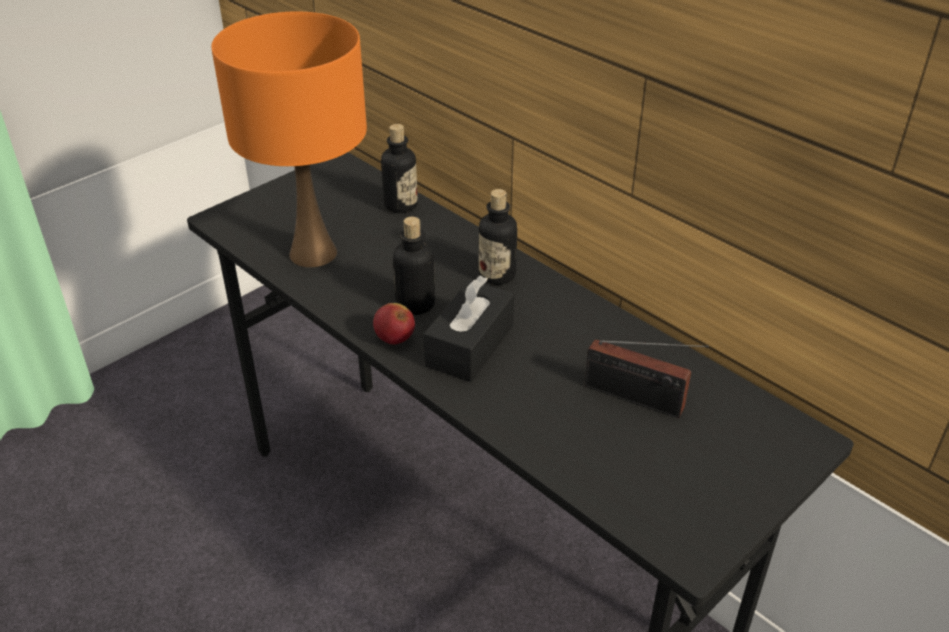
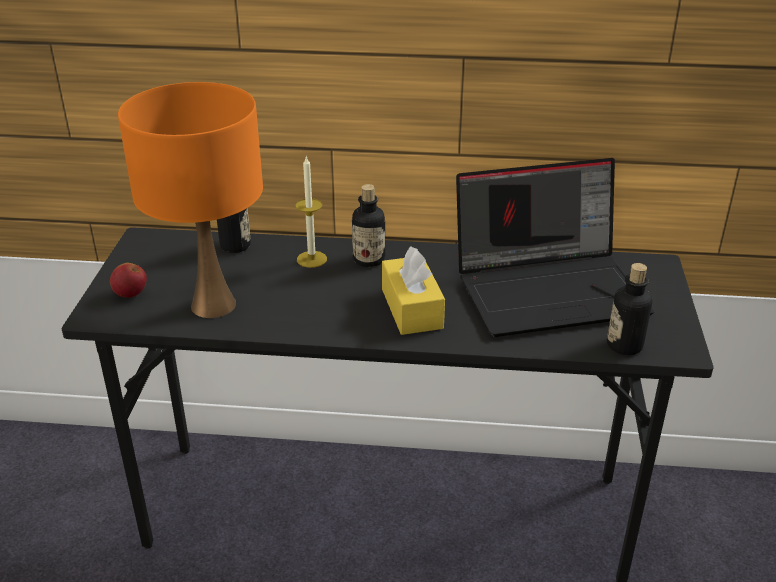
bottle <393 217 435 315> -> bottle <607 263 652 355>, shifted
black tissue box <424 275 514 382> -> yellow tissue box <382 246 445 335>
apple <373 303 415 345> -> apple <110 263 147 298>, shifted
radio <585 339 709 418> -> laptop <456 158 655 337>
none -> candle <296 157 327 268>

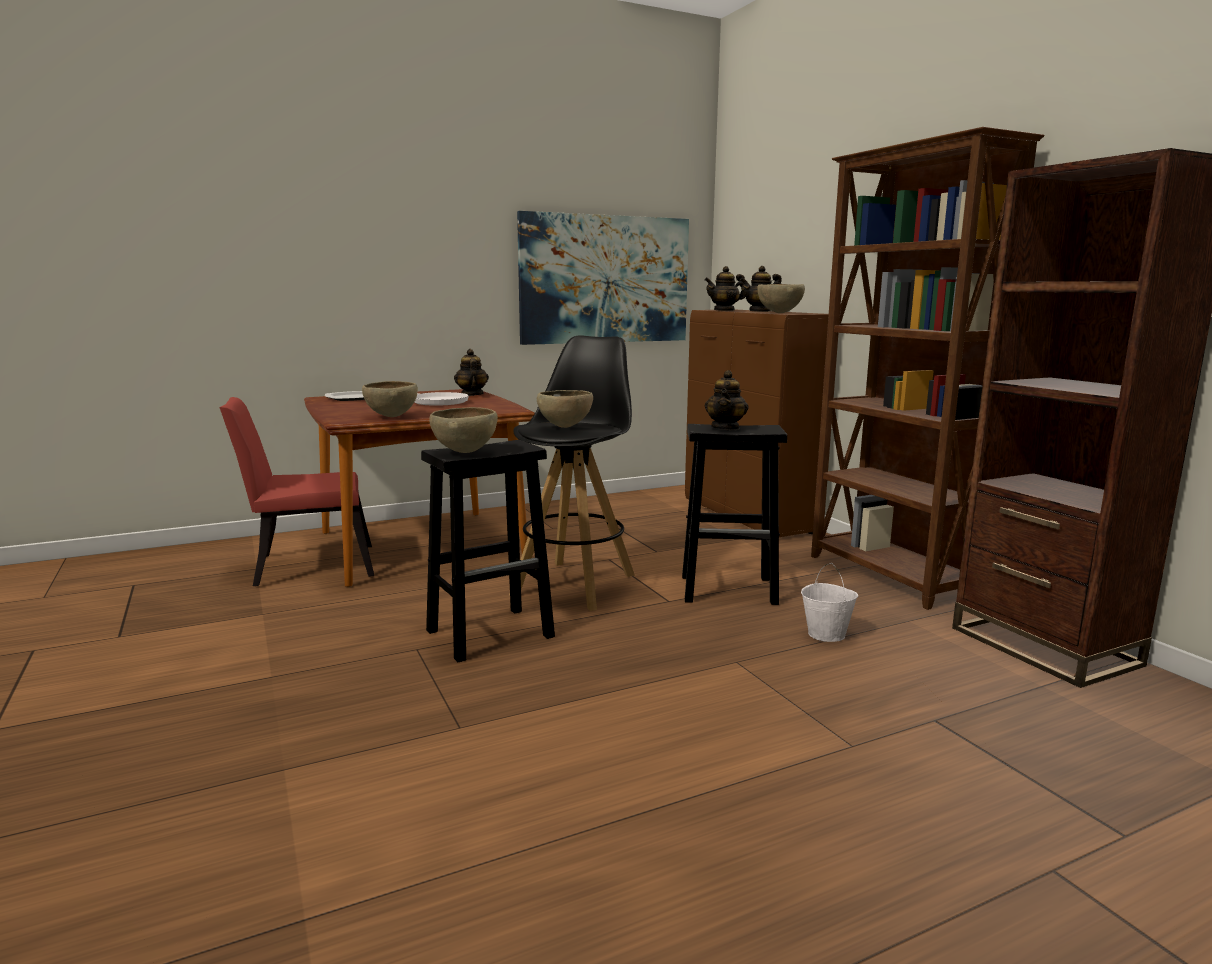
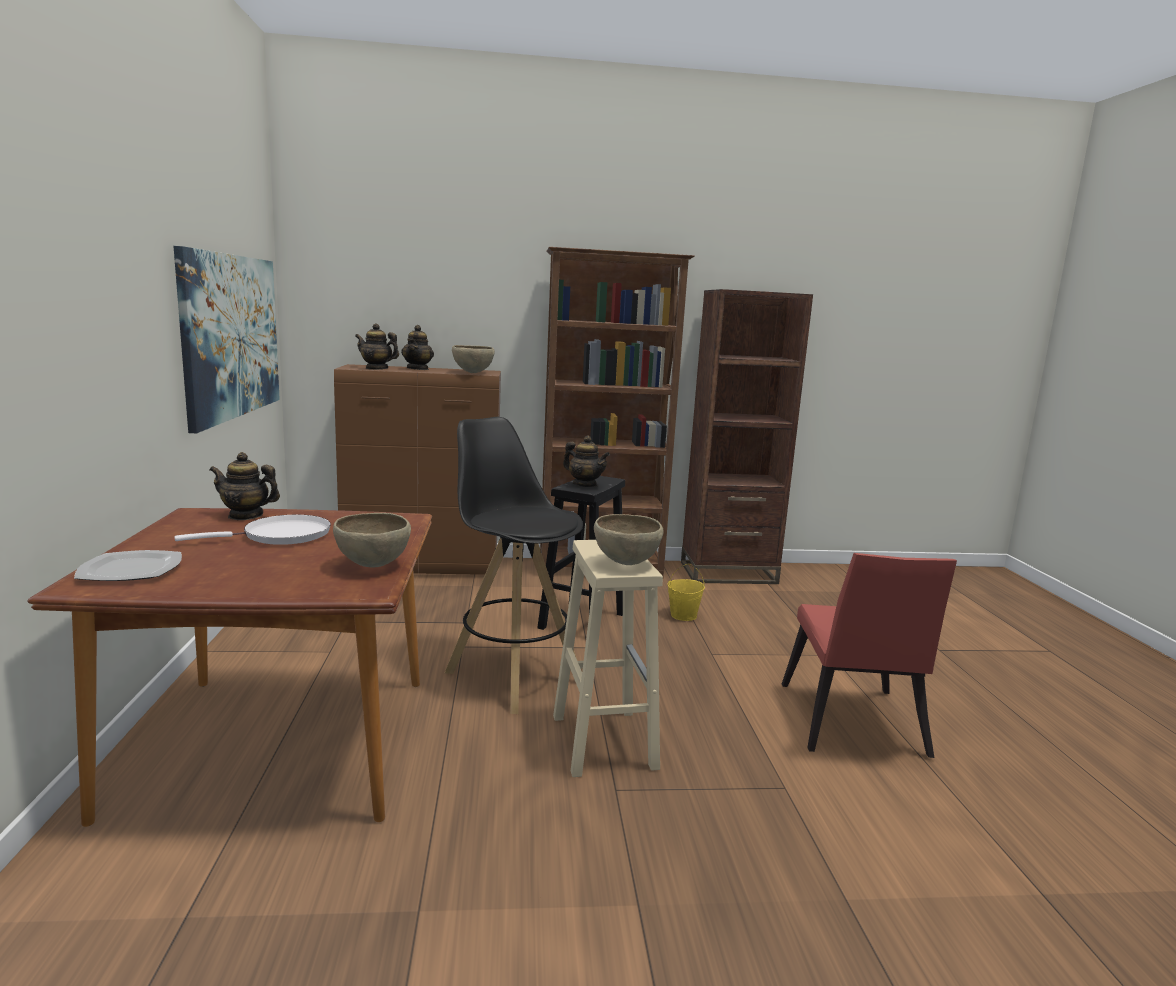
teapot <705 266 745 311> -> teapot <355 323 399 370>, 105 degrees clockwise
brown bowl <537 390 593 428> -> none
red chair <219 397 374 586> -> red chair <782 553 957 758>, shifted
black stool <421 440 555 662> -> beige stool <553 540 663 777>
white bucket <801 563 858 642> -> yellow bucket <668 564 705 621>

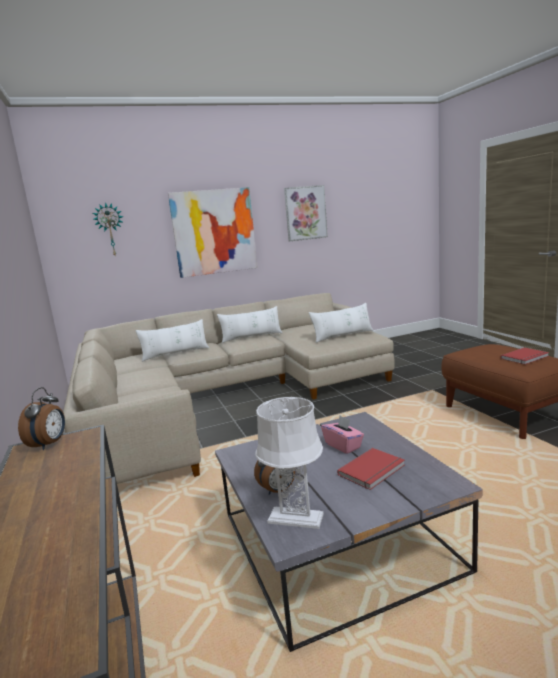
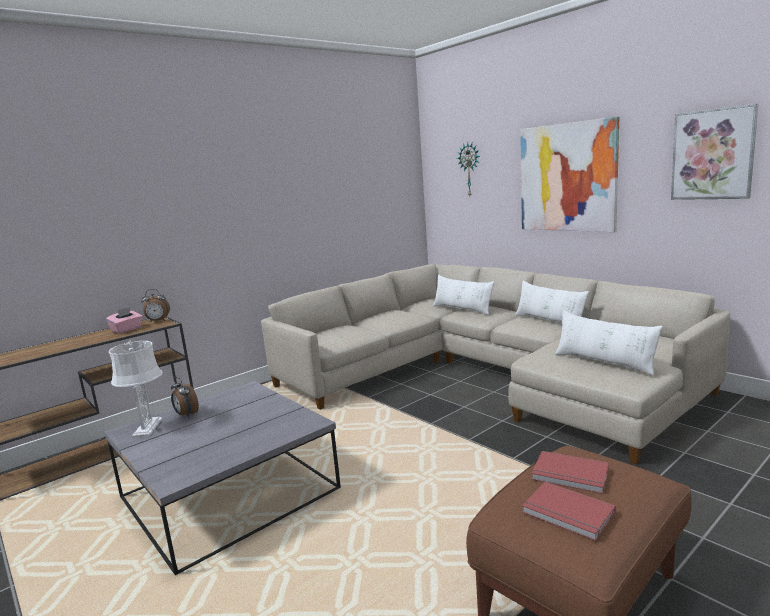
pink tissue box <321 416 364 454> -> pink tissue box <106 307 143 333>, shifted
red book <337 448 405 490> -> red book <531 451 609 494>, shifted

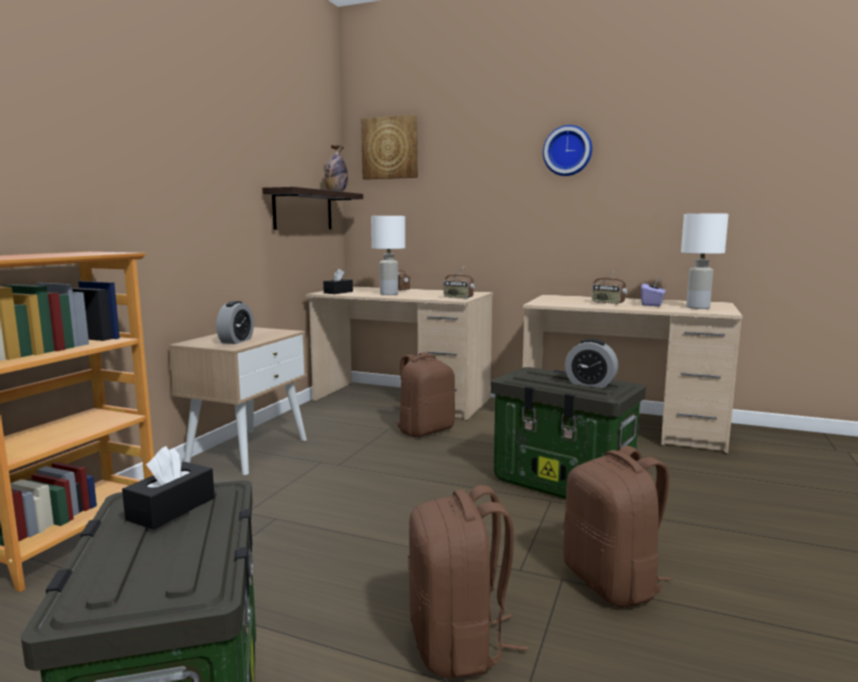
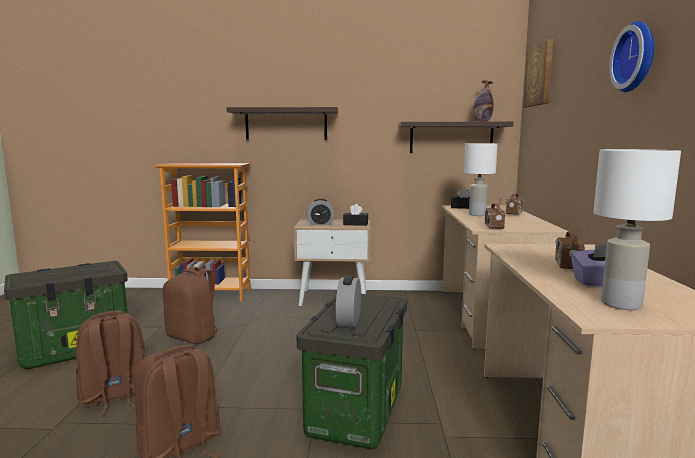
brown backpack <397 352 455 437> -> brown backpack <163 266 222 344>, shifted
black tissue box <122 446 215 530> -> black tissue box <343 204 368 226>, shifted
none -> shelf <227 107 338 140>

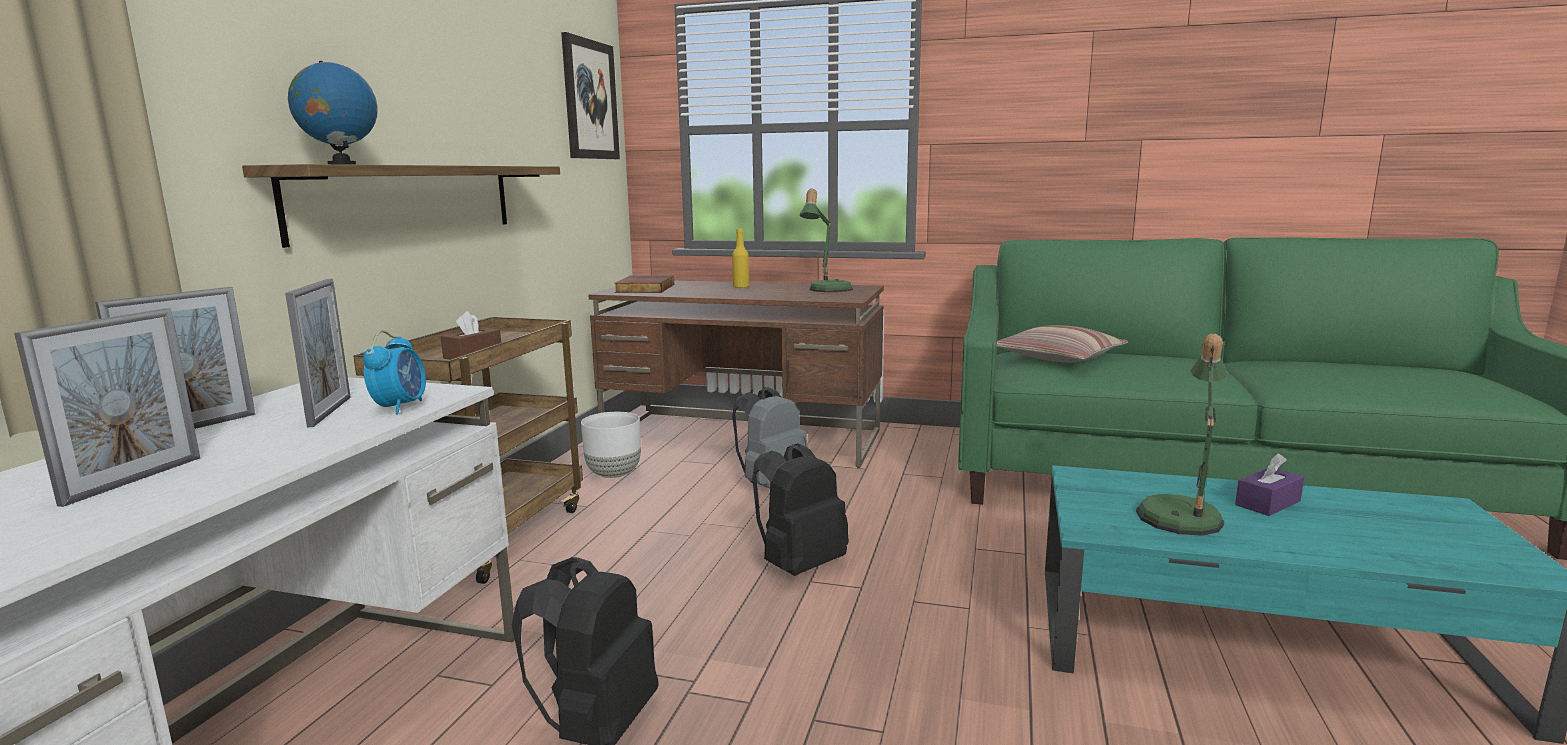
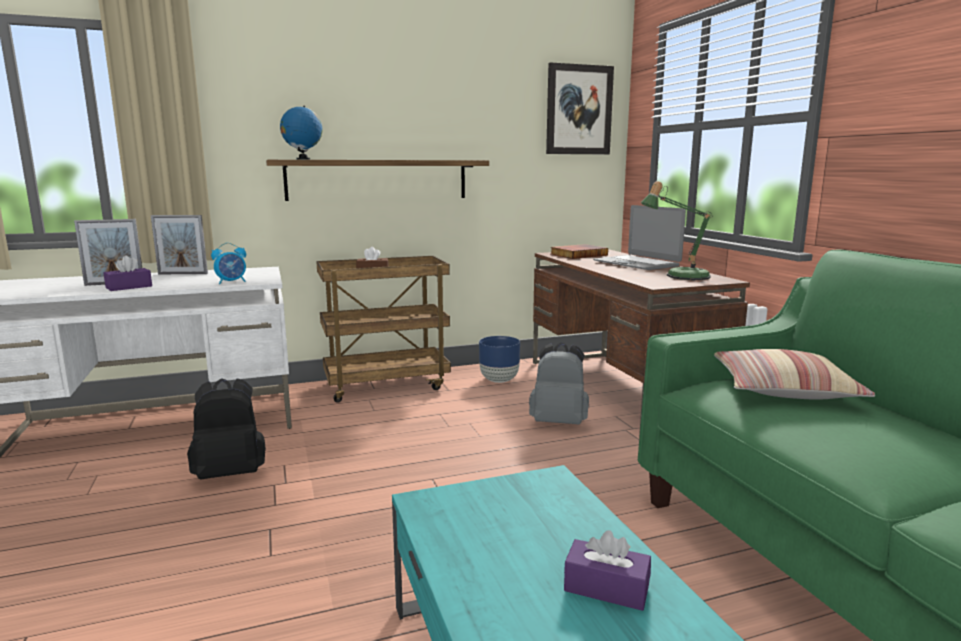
yellow bottle <732 228 749 288> -> laptop <593 205 686 270>
picture frame <285 279 351 427> -> none
table lamp <1136 334 1227 536> -> none
white planter <581 412 641 478> -> blue planter <479 336 520 383>
black backpack <752 443 849 576> -> none
none -> purple tissue box <103 255 152 291>

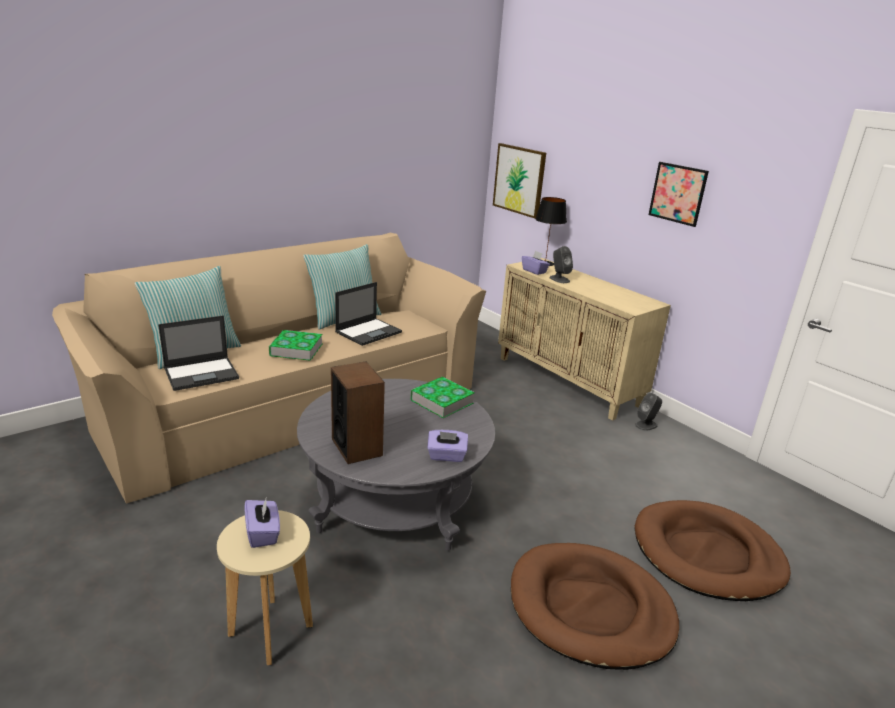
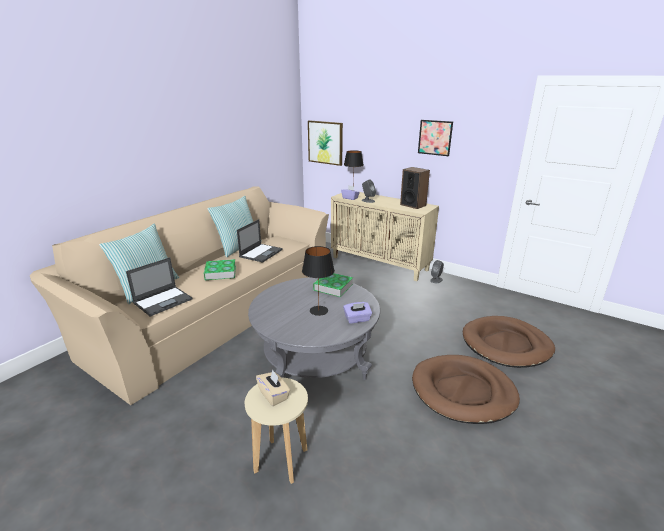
speaker <331 361 385 464> -> speaker <400 167 430 209>, shifted
purple tissue box <244 496 280 548> -> beige tissue box <256 370 290 406>
none -> black table lamp <302 246 335 316>

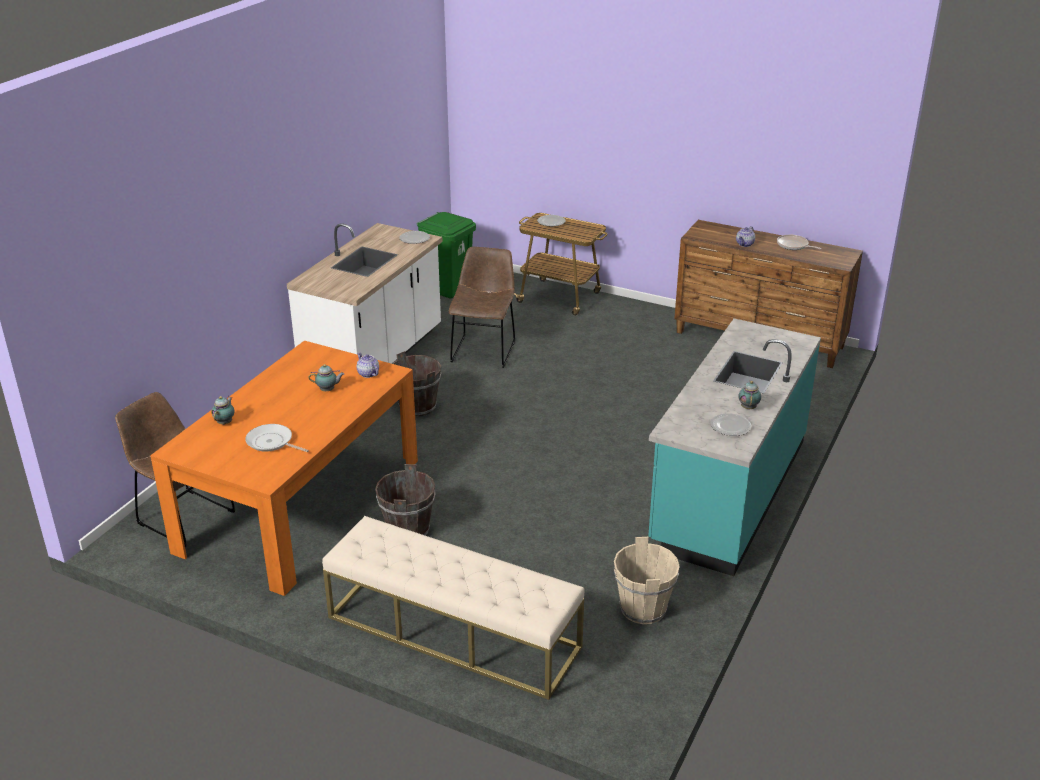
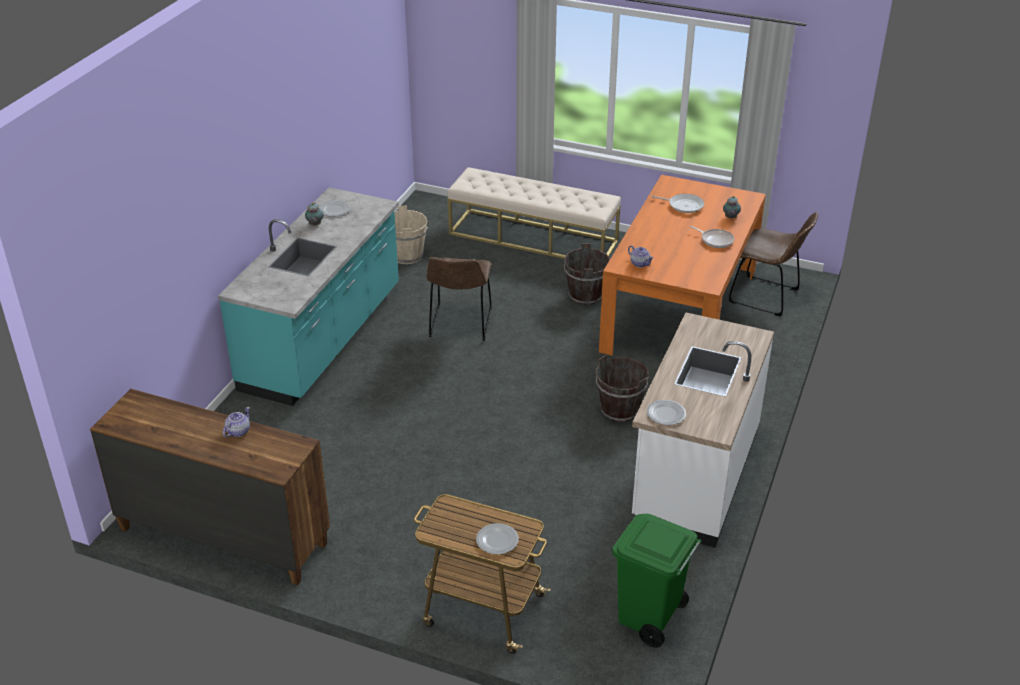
frying pan <777 235 821 250> -> frying pan <690 226 734 248>, shifted
brown chair <449 247 515 368> -> brown chair <427 257 492 341>, shifted
teapot <308 364 344 391> -> none

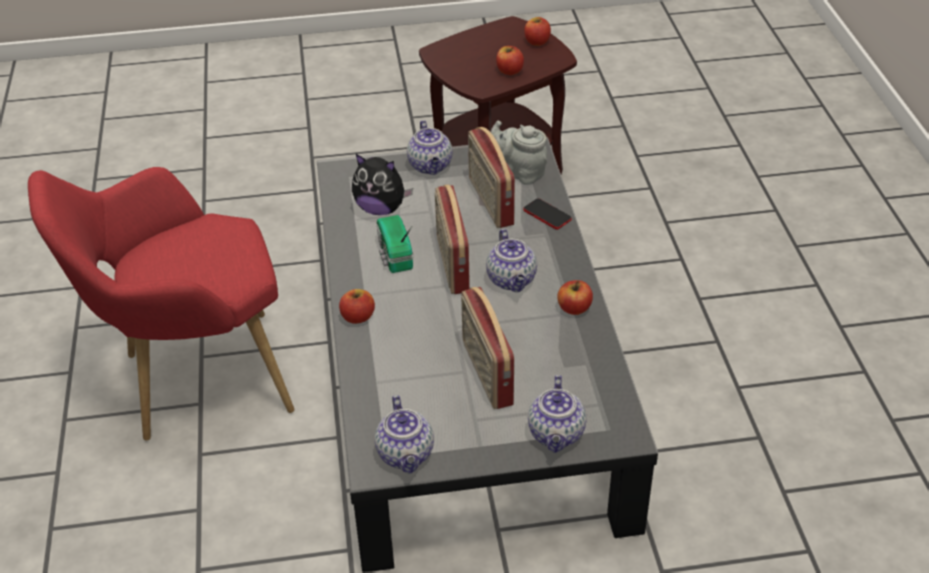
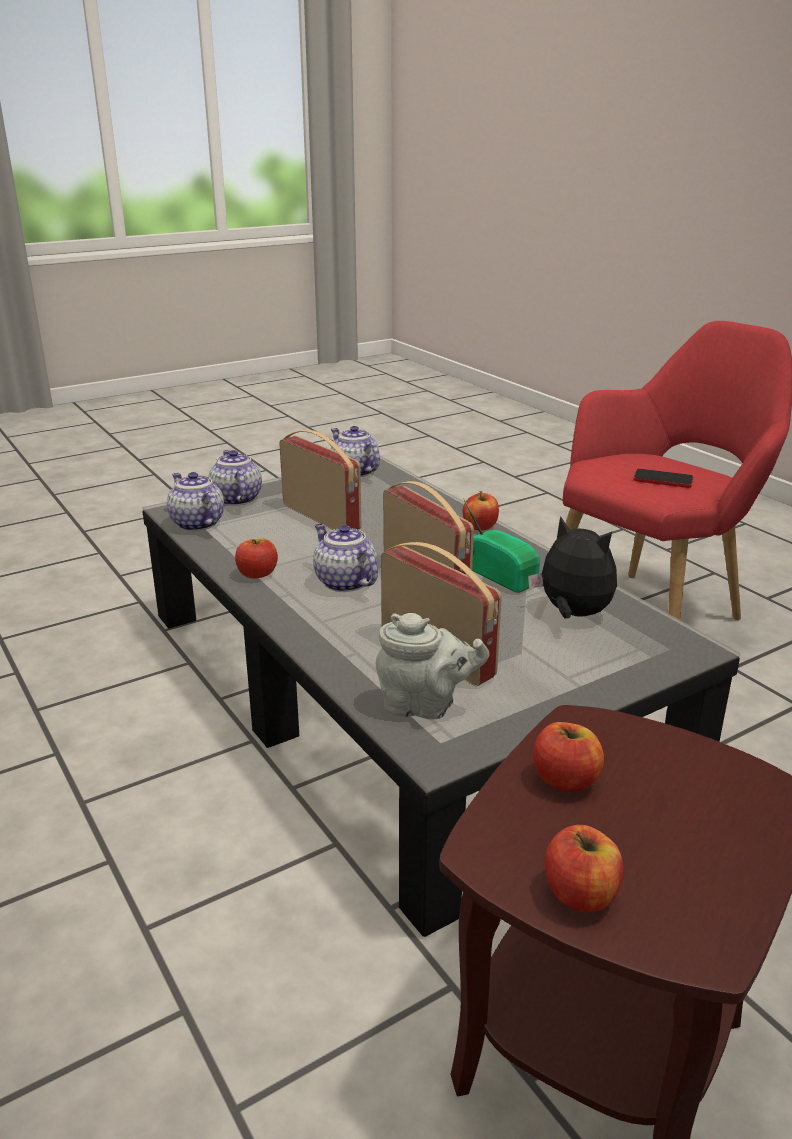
teapot <407 120 453 175> -> teapot <167 472 224 531>, shifted
plush toy <352 154 413 215> -> plush toy <528 516 617 618>, 45 degrees clockwise
phone <523 198 572 230> -> phone <633 469 693 488>, shifted

